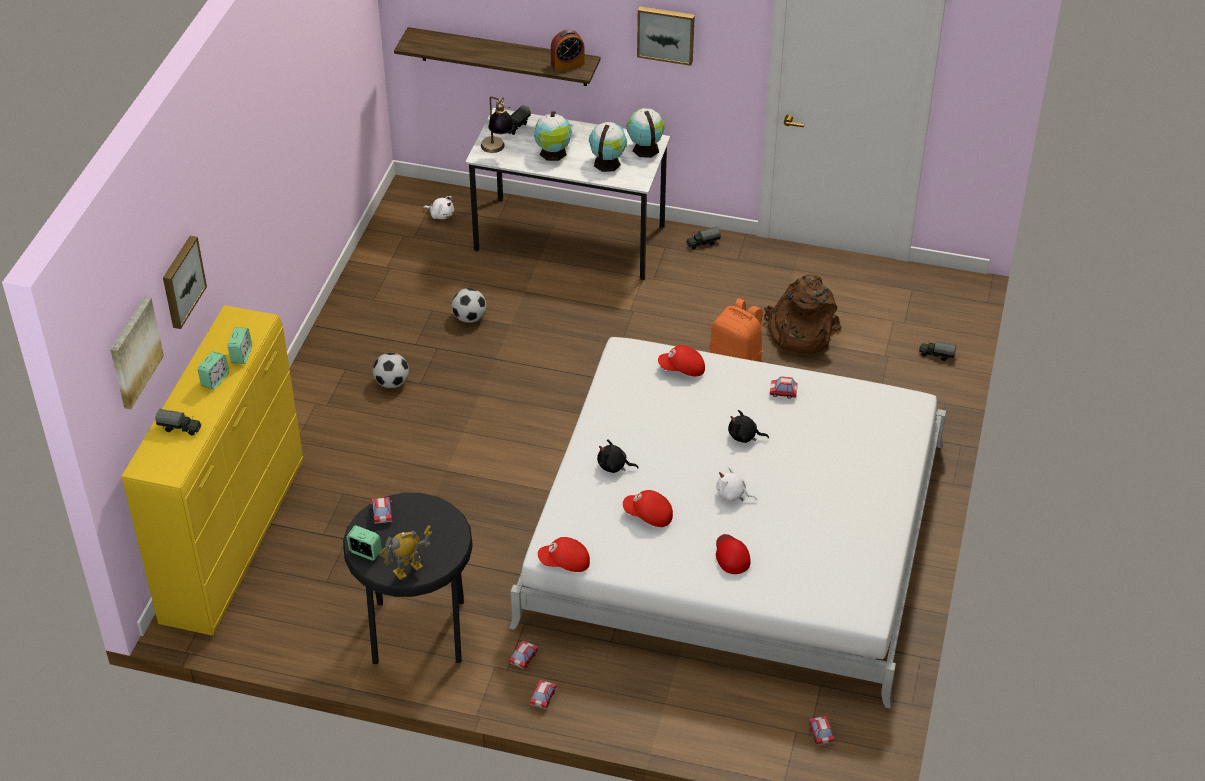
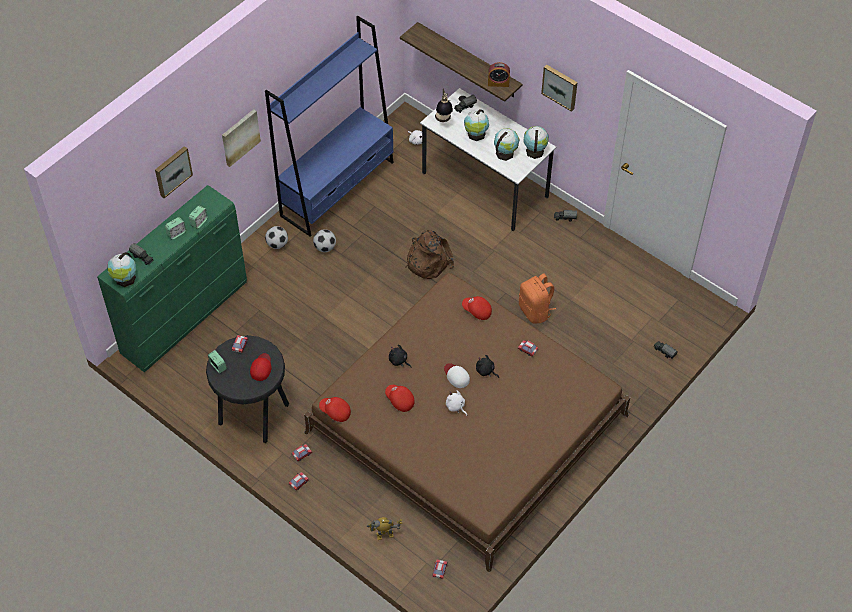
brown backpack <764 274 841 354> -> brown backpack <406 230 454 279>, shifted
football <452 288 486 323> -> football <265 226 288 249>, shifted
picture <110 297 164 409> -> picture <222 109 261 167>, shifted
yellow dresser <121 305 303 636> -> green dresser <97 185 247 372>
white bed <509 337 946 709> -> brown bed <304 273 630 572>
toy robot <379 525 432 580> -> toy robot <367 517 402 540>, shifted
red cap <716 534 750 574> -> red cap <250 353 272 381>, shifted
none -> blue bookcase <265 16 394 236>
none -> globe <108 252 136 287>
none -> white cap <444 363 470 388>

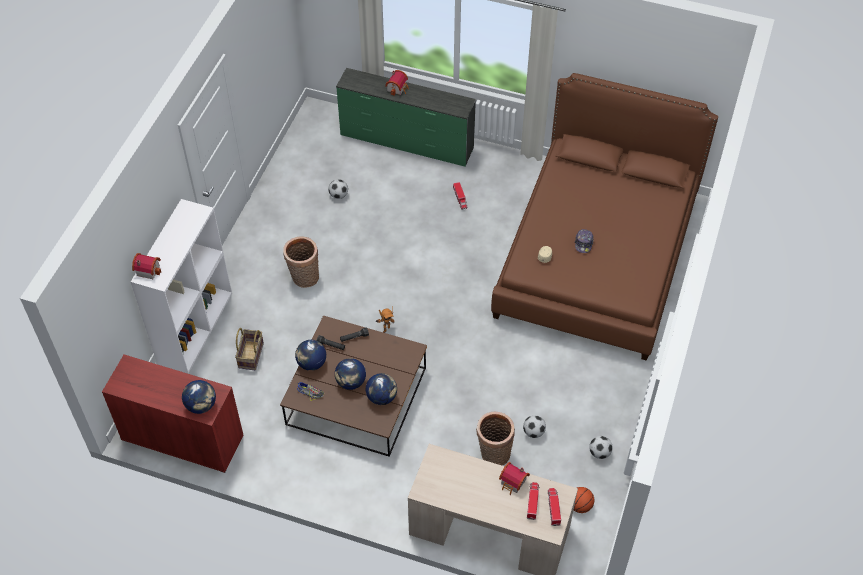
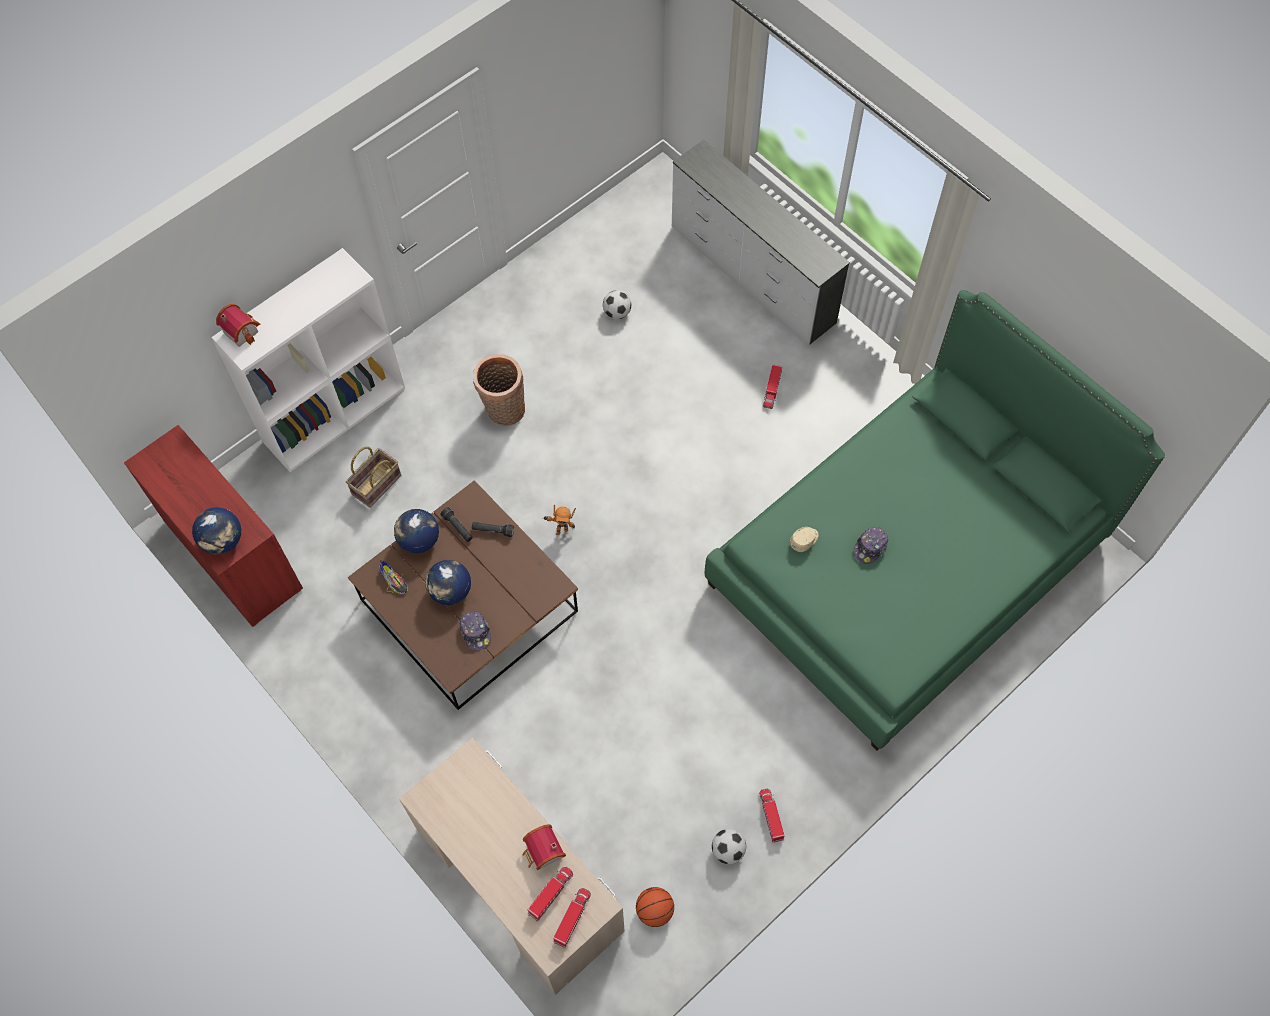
green dresser <336 68 476 167> -> white dresser <672 139 850 346>
toy house <385 70 409 95> -> none
brown bed <491 73 718 361> -> green bed <705 290 1165 751>
globe <366 373 397 405> -> cap <459 611 491 651>
basket <476 412 515 466> -> none
football <523 415 546 438> -> none
none -> toy truck <759 789 785 843>

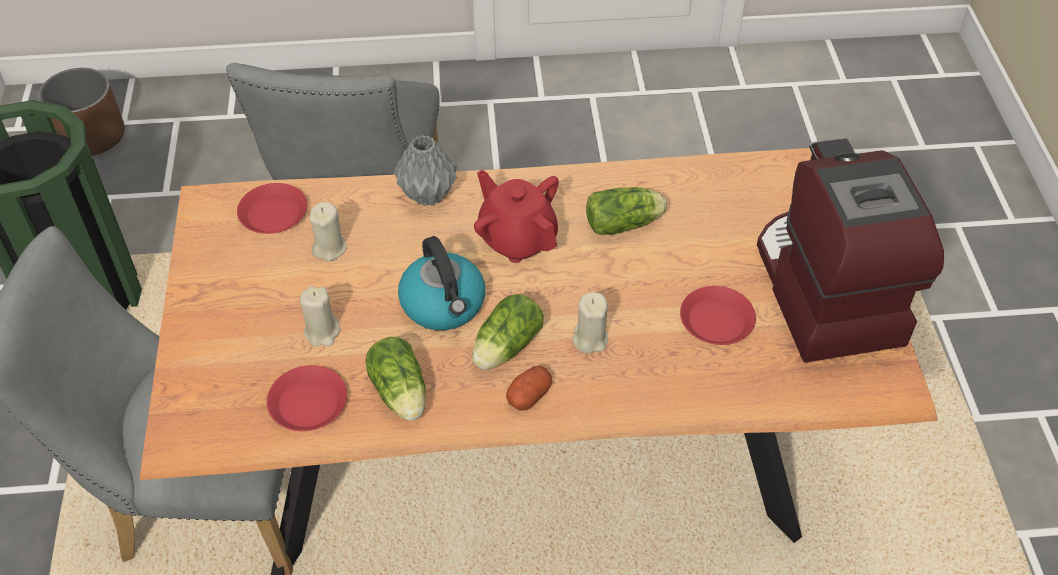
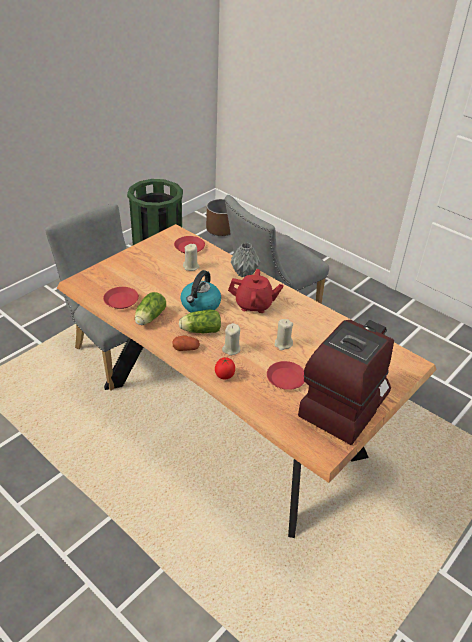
red teapot <474 170 559 263> -> red teapot <228 269 283 313>, 90 degrees clockwise
lettuce <586 187 667 235> -> none
beige candle <300 286 340 346> -> beige candle <274 319 293 350>, shifted
none -> tomato <215 357 235 379>

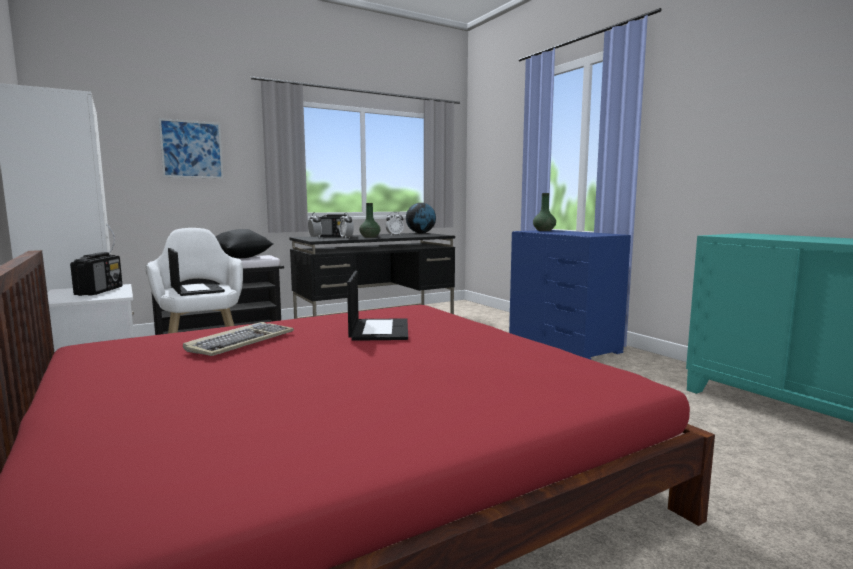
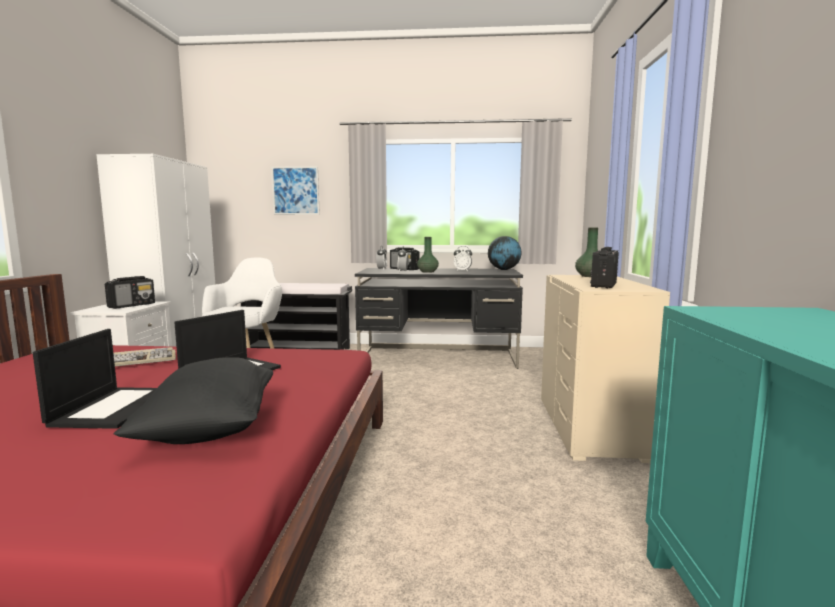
black pillow <215 229 273 258> -> black pillow <113 357 274 444>, shifted
blue dresser <509 230 631 360> -> beige dresser <541 275 670 463>
laptop <168 248 225 296> -> laptop <33 329 157 429>, shifted
none -> radio <590 247 618 288>

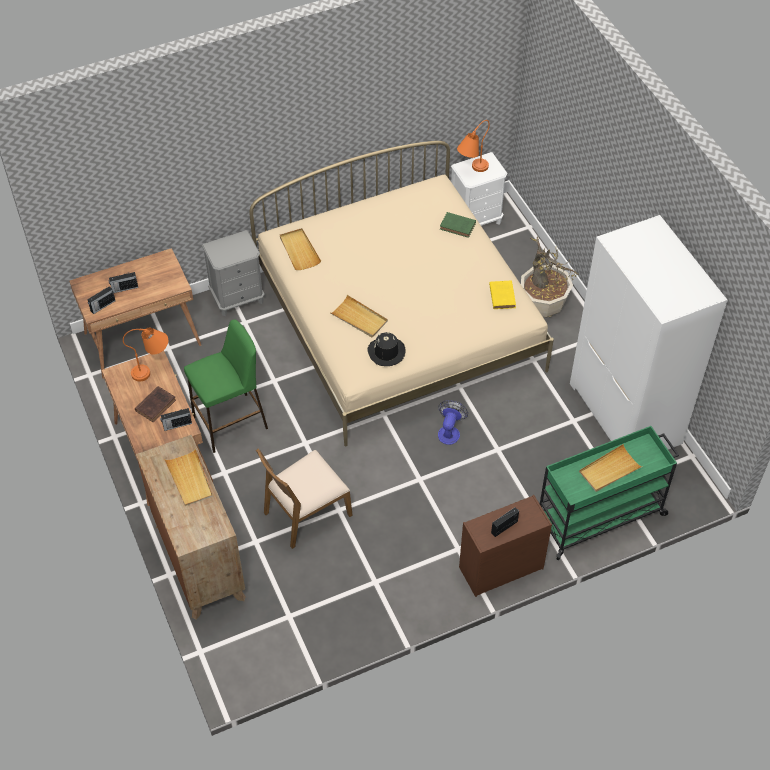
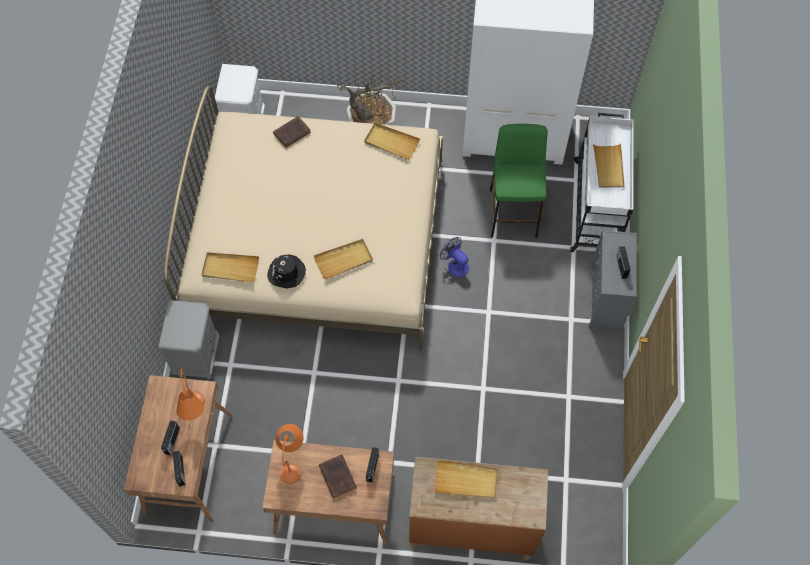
orange table lamp <457 120 490 172> -> orange table lamp <176 368 205 420>, shifted
green book <440 212 476 238> -> brown book <273 116 311 148>
yellow book <489 281 516 309> -> beige tray <364 123 420 160>
green stool <184 320 268 453> -> green stool <490 124 548 238>, shifted
black hat <367 331 406 366> -> black hat <267 255 306 288>, shifted
green cart <540 426 679 560> -> white cart <570 113 634 253>
brown chair <256 449 353 549> -> none
brown dresser <459 495 552 597> -> grey dresser <588 230 637 331>

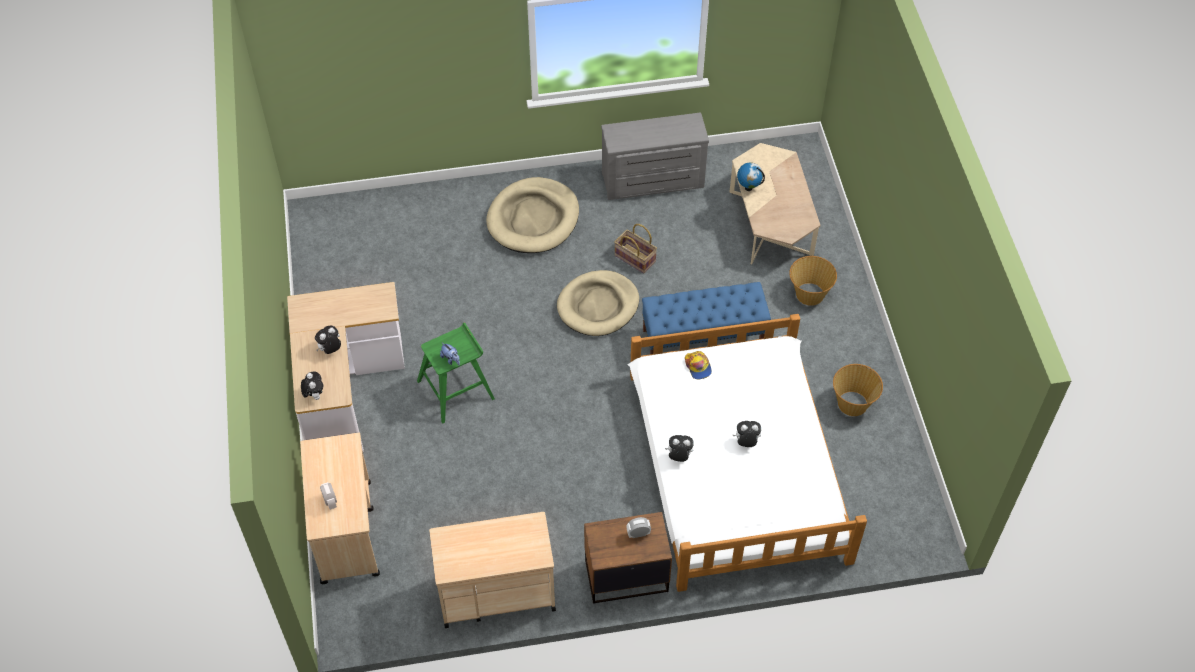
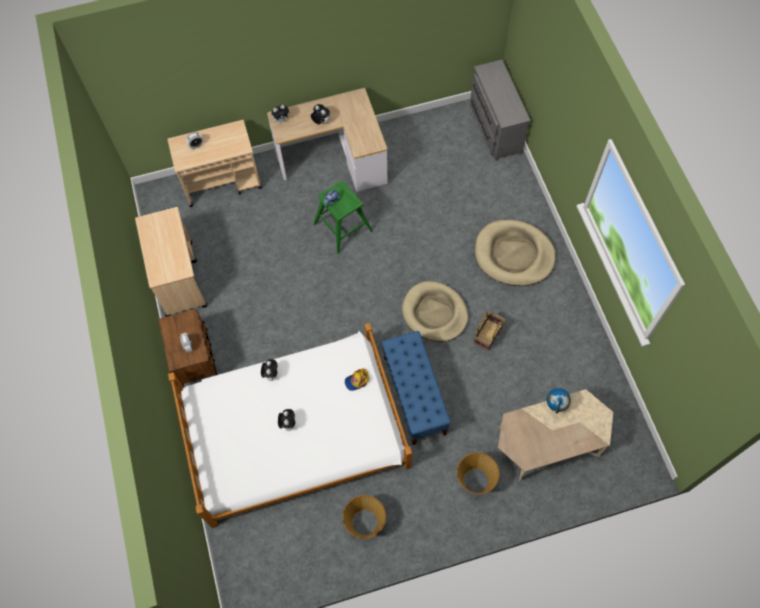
grey dresser <601 112 709 200> -> grey dresser <470 60 530 161>, shifted

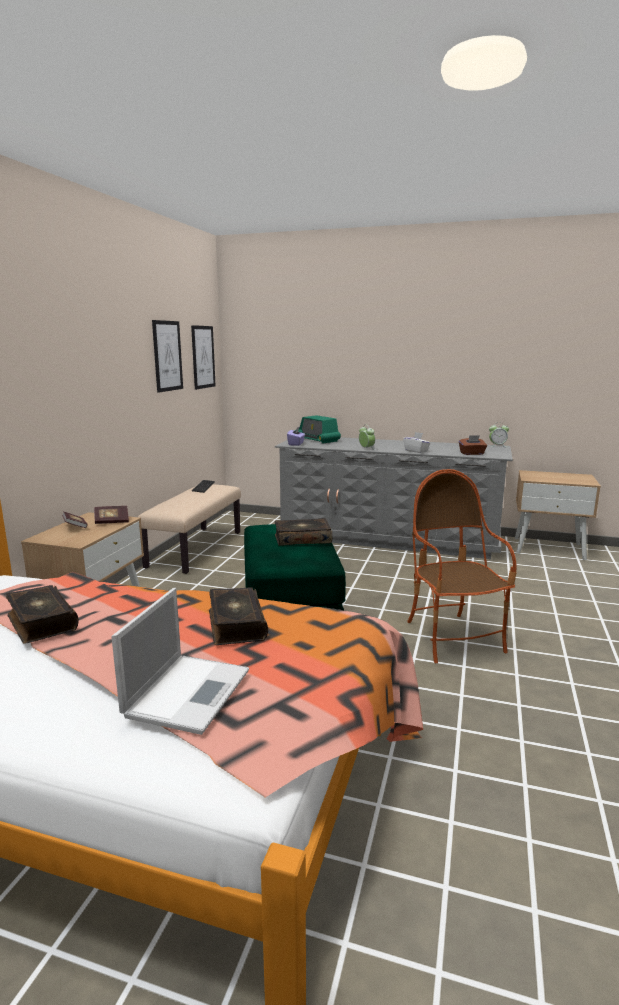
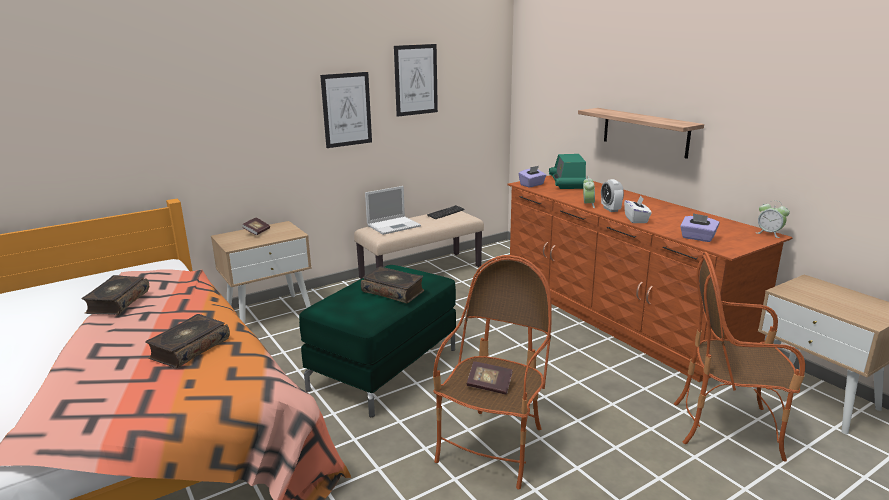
picture <191 325 216 390> -> picture <320 72 372 148>, shifted
brown tissue box <459 435 487 455> -> purple tissue box <680 213 720 242>
grey dresser <275 437 513 559> -> brown dresser <507 175 793 382>
book <94 506 129 524> -> book <467 361 512 395>, shifted
laptop <111 588 249 735> -> laptop <365 186 421 235>, shifted
none -> shelf <578 108 704 159>
none -> alarm clock <601 179 624 212>
none -> armchair <674 252 805 461>

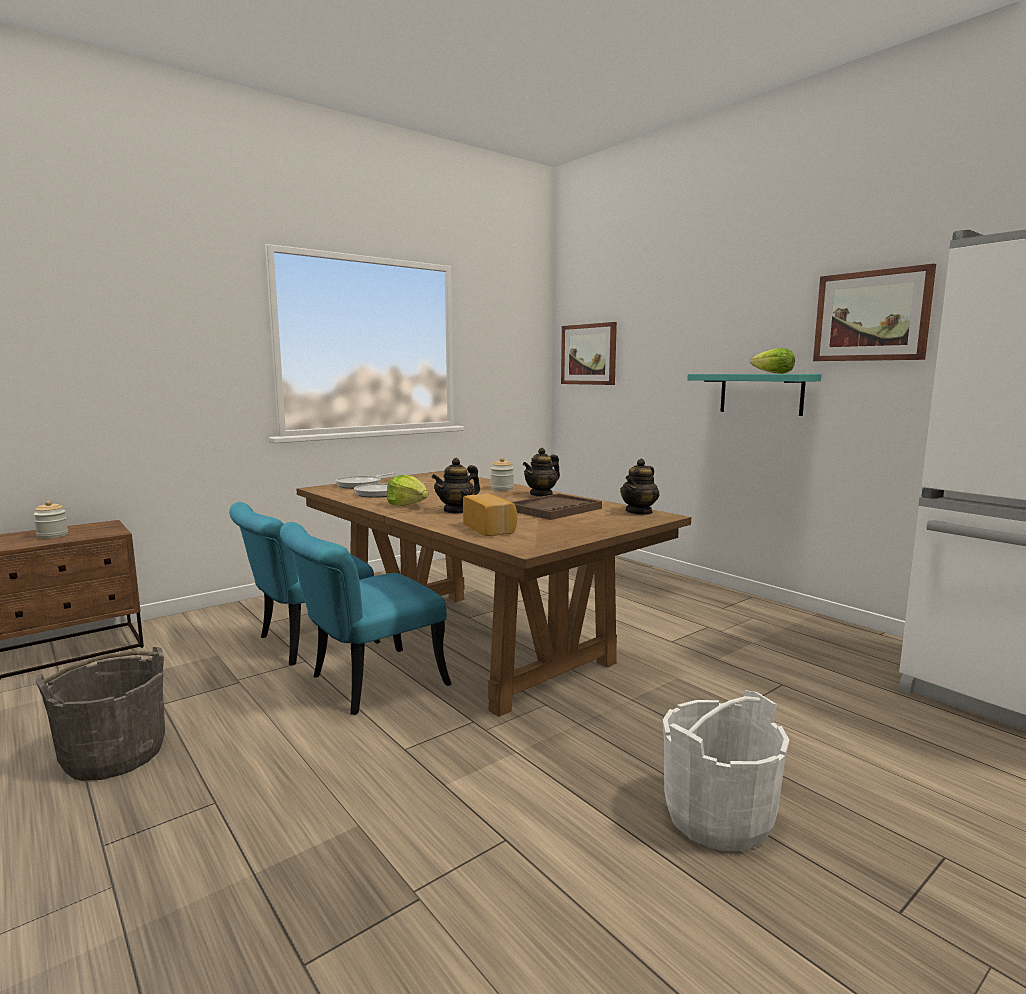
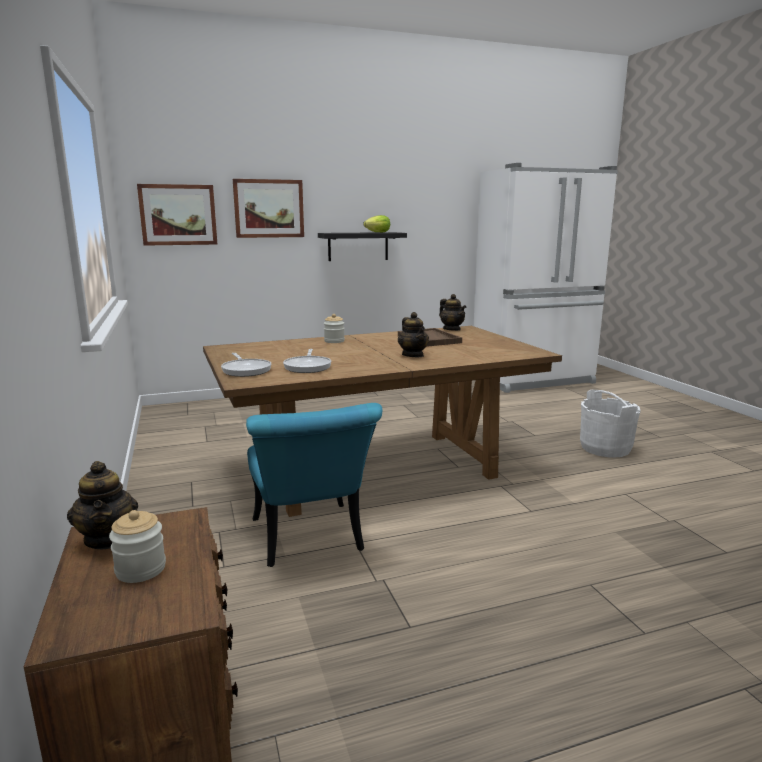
picture <813 264 936 361> -> picture <233 179 304 238>, shifted
turquoise shelf <687 374 821 416> -> black shelf <318 232 407 261>
teapot <523 448 560 497> -> teapot <67 461 138 549>, shifted
lettuce <387 475 429 506> -> none
bread <463 493 517 536> -> none
turquoise chair <280 522 452 715> -> none
grey bucket <36 647 165 781> -> none

